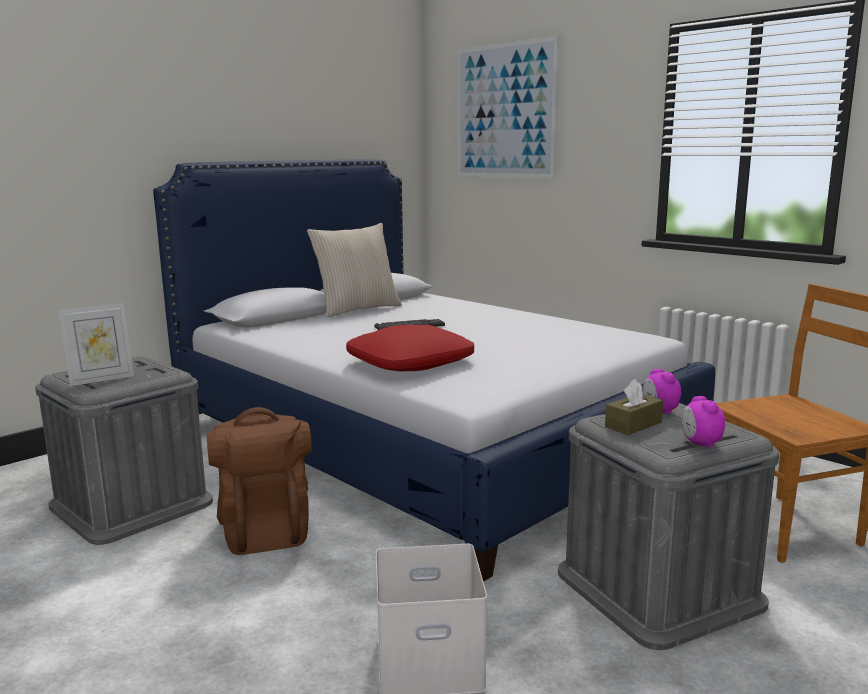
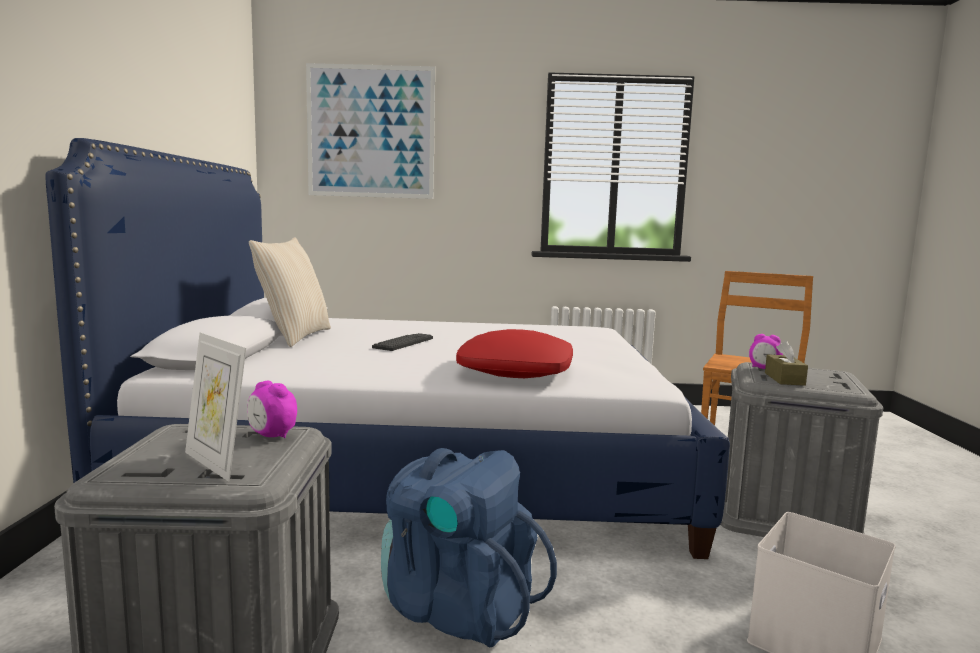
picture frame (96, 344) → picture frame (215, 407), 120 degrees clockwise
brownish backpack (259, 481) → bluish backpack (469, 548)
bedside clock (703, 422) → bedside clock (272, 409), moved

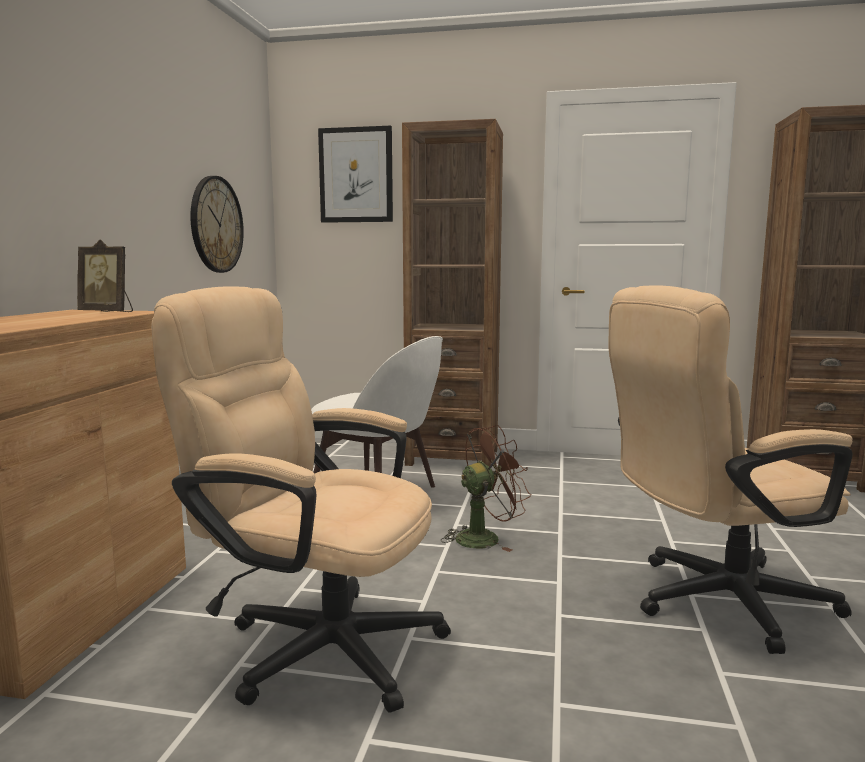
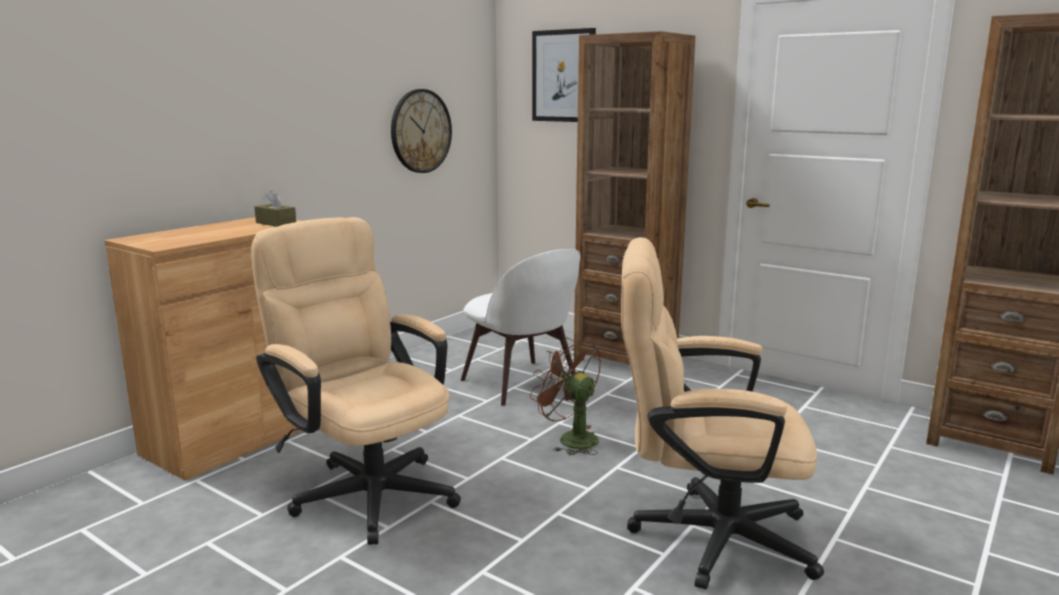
picture frame (105, 275) → brownish box of tissues (275, 208)
brownish cooling fan (486, 488) → brownish cooling fan (565, 396), 135 degrees counterclockwise

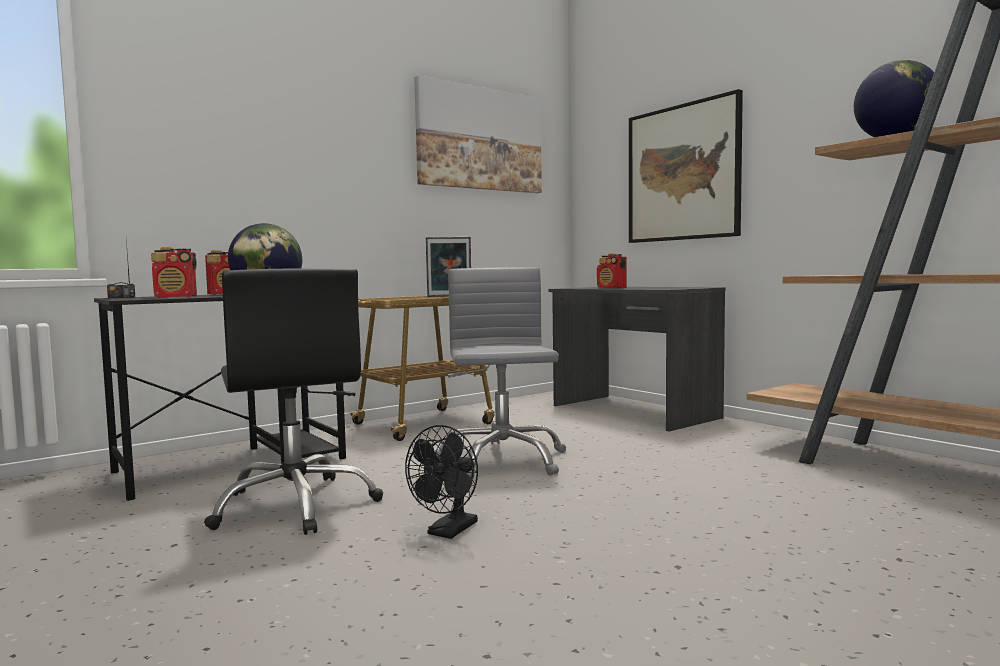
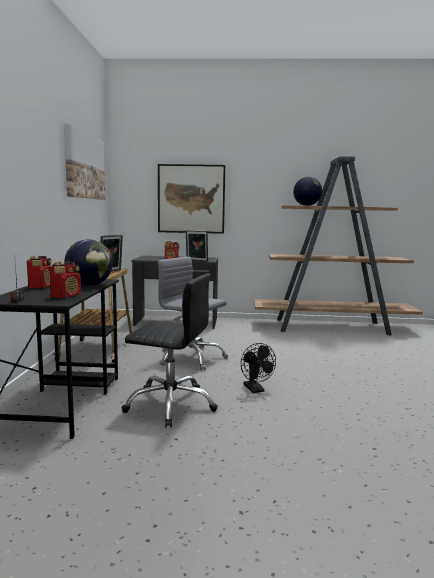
- → picture frame (197, 246)

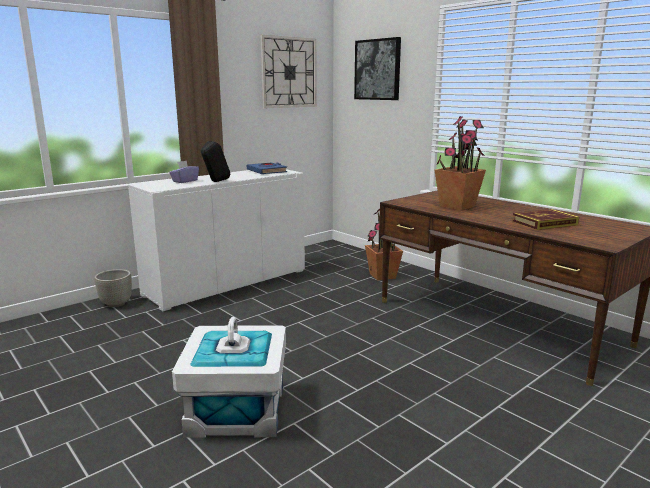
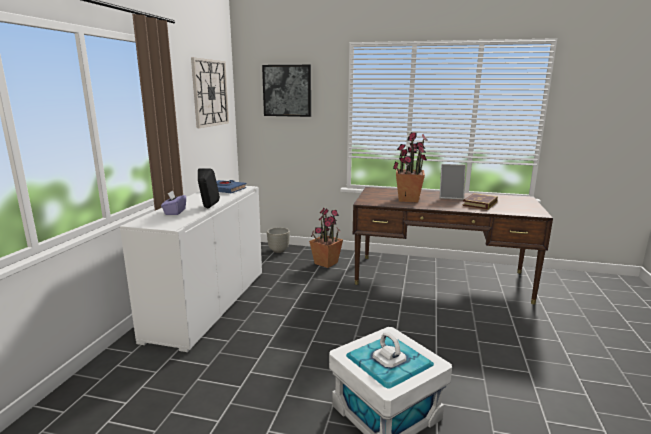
grey flower pot (113, 288) → grey flower pot (278, 240), moved
- → picture frame (453, 182)

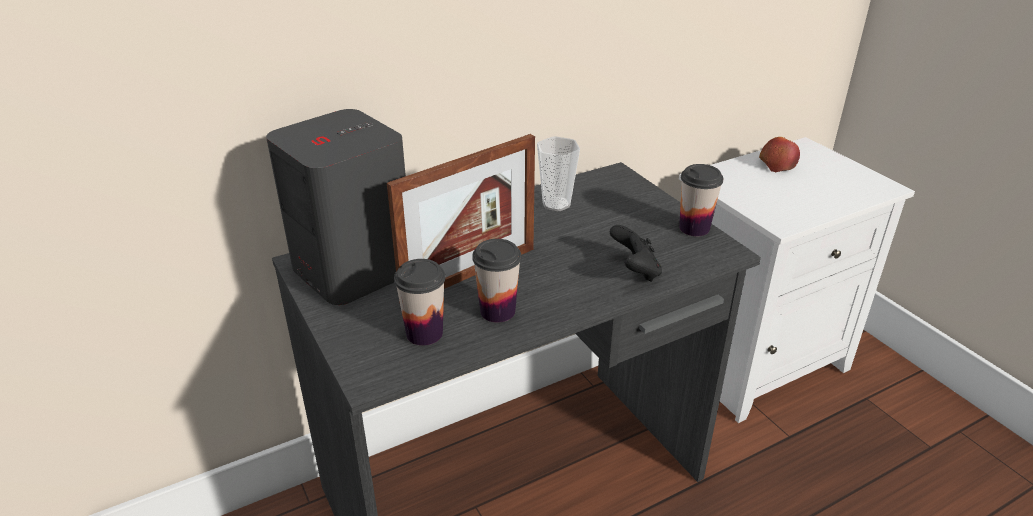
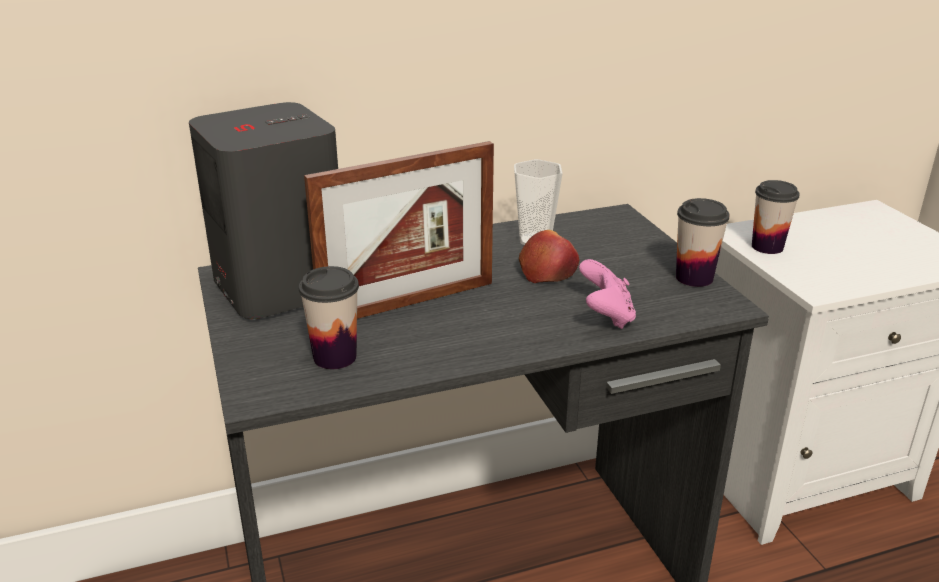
cup (496, 281) → cup (776, 217), moved
blackish game controller (636, 253) → pink-coloured game controller (607, 294)
apple (779, 154) → apple (549, 256), moved

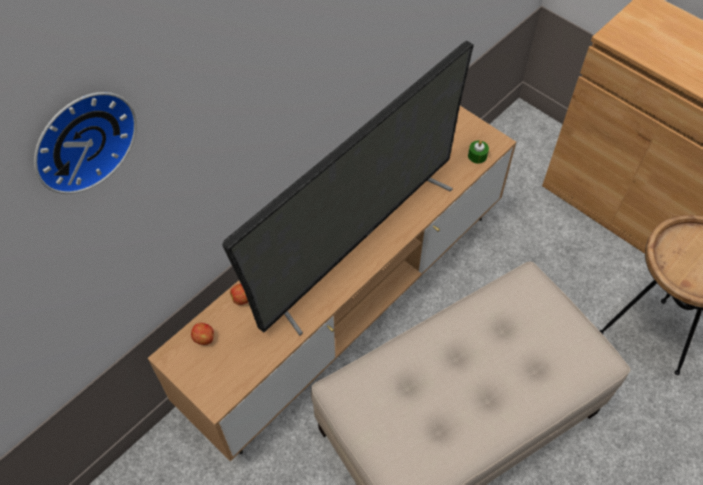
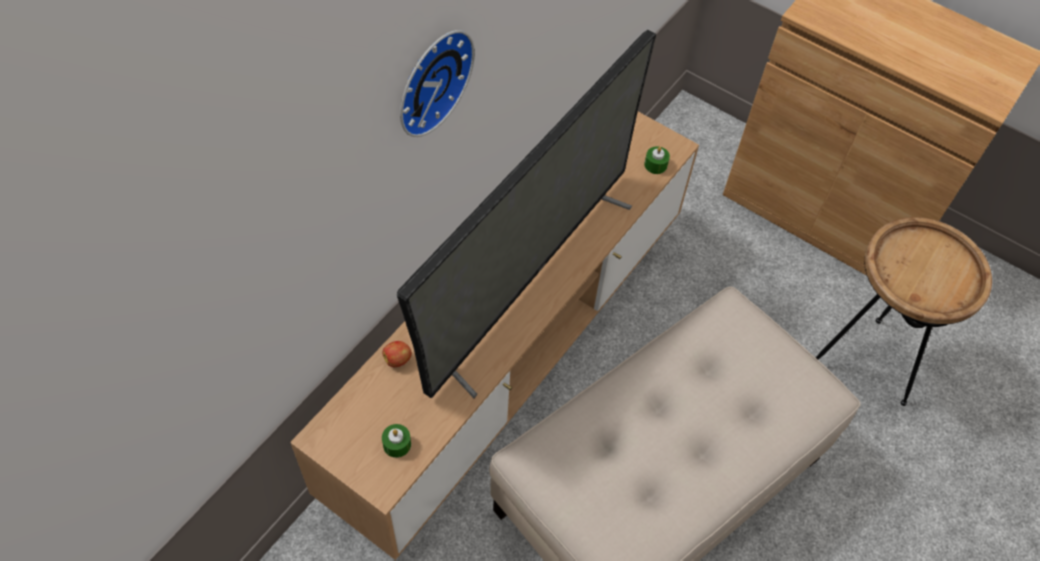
hanging clock (85, 143) → hanging clock (437, 83), moved
apple (202, 334) → -
- → green wax candle (396, 441)

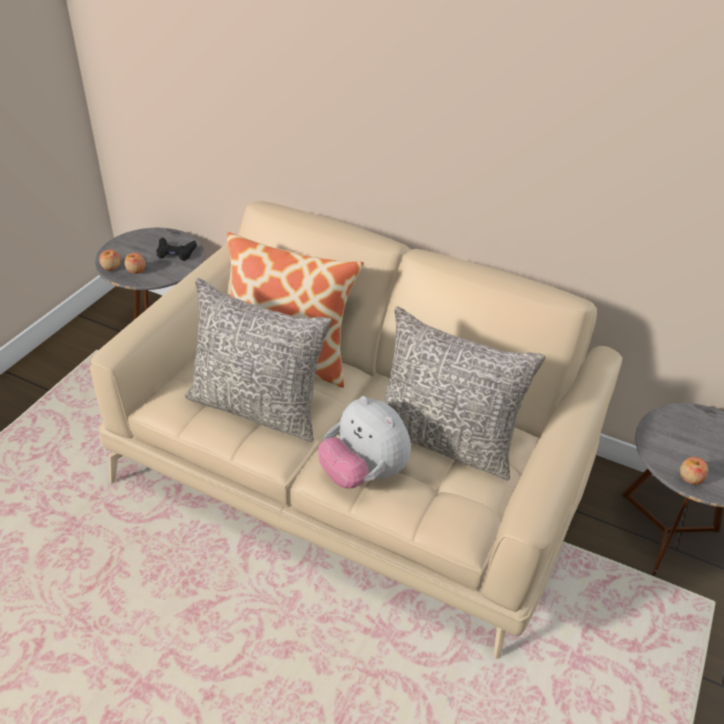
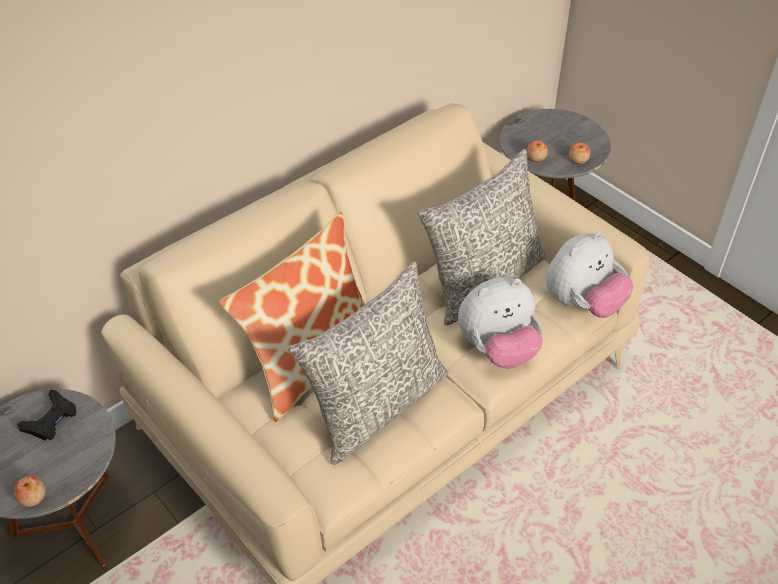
apple (135, 263) → apple (537, 151), moved
- → soft toy (590, 274)

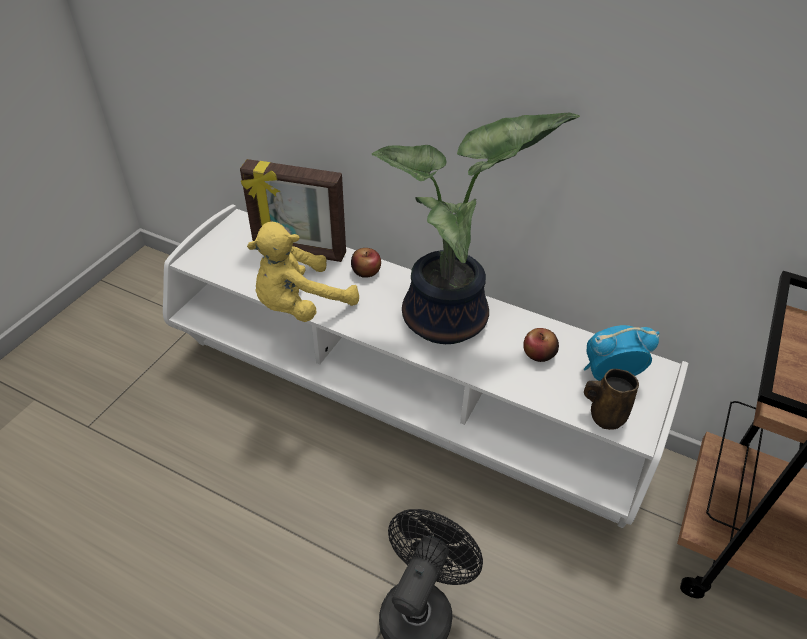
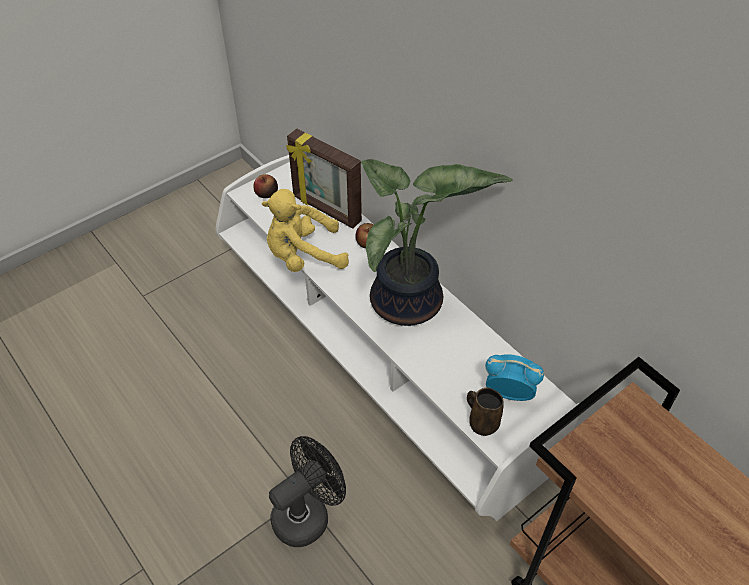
apple (541, 345) → apple (265, 186), moved

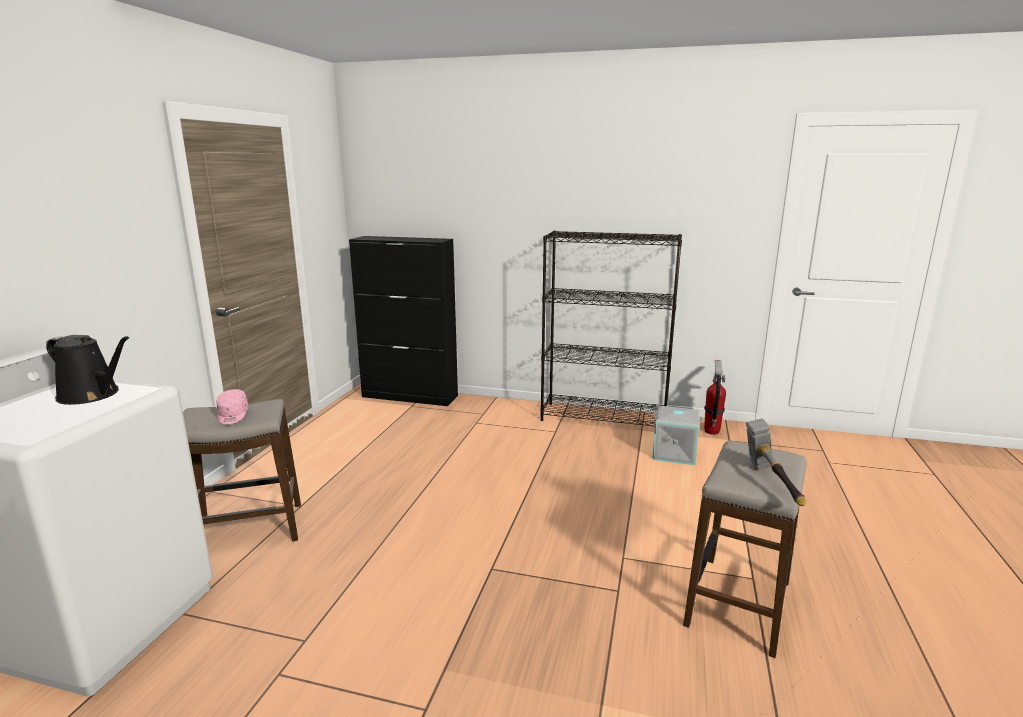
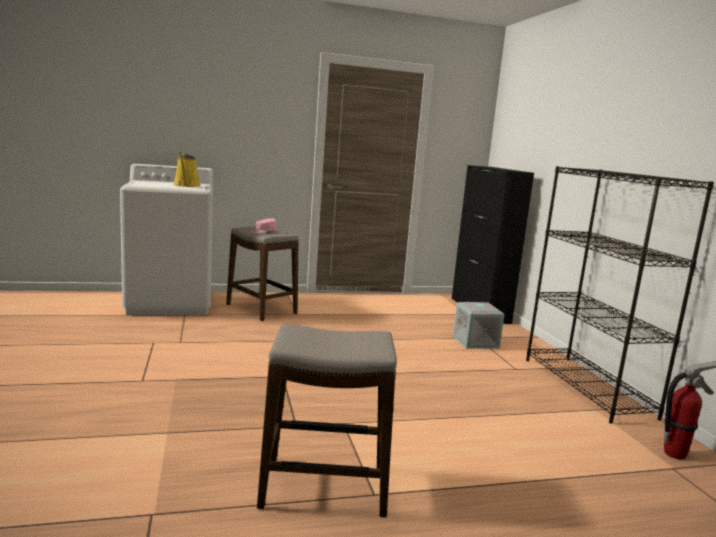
blackish watering pot (87, 370) → yellowish watering pot (187, 169)
grey storage box (677, 435) → grey storage box (478, 325), moved
hammer (776, 462) → -

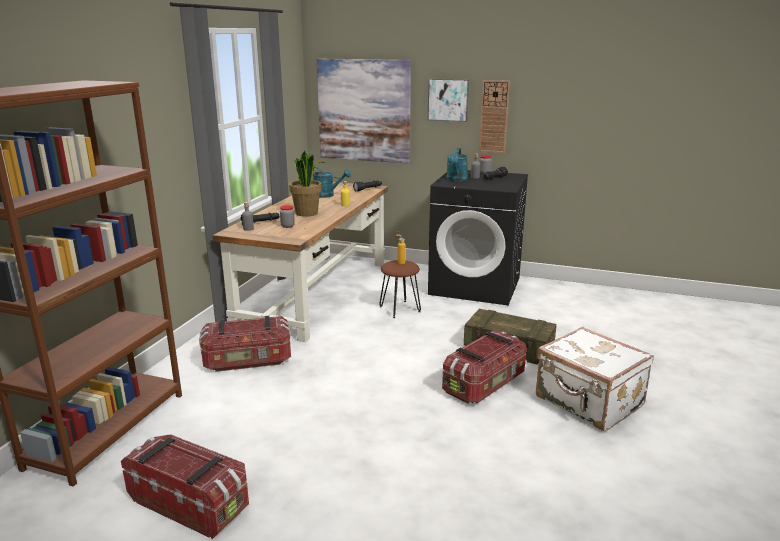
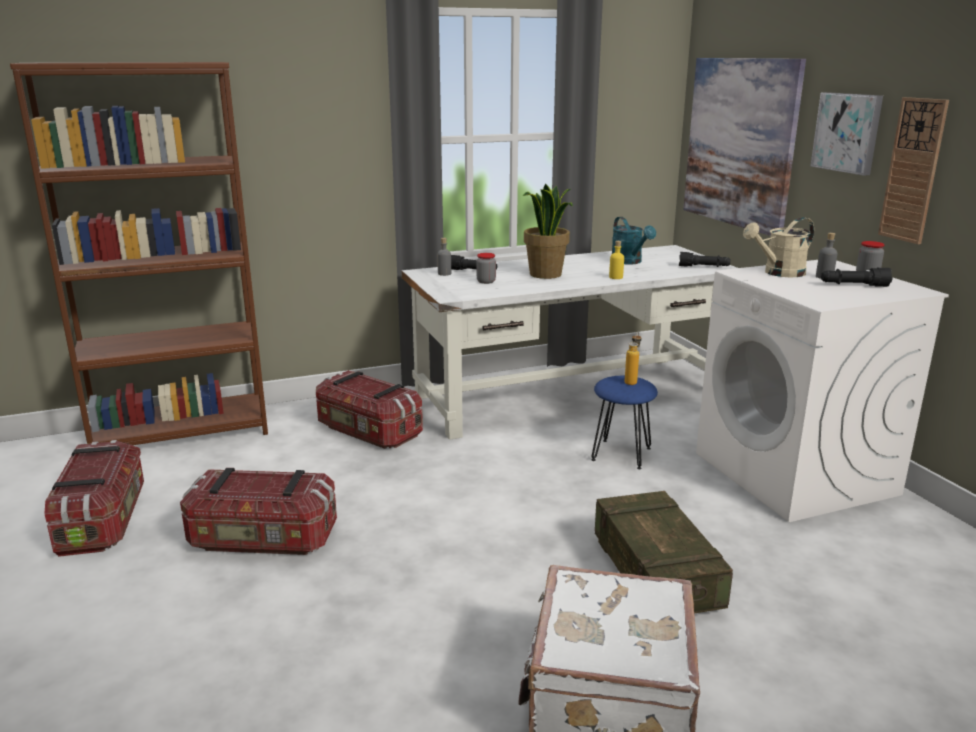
brownish desk (300, 262) → white desk (569, 342)
brownish stool (400, 289) → bluish stool (625, 422)
blackish laundry appliance (478, 237) → white laundry appliance (822, 391)
storage box (484, 366) → storage box (258, 511), moved
turquoise watering pot (457, 165) → sand-coloured watering pot (778, 247)

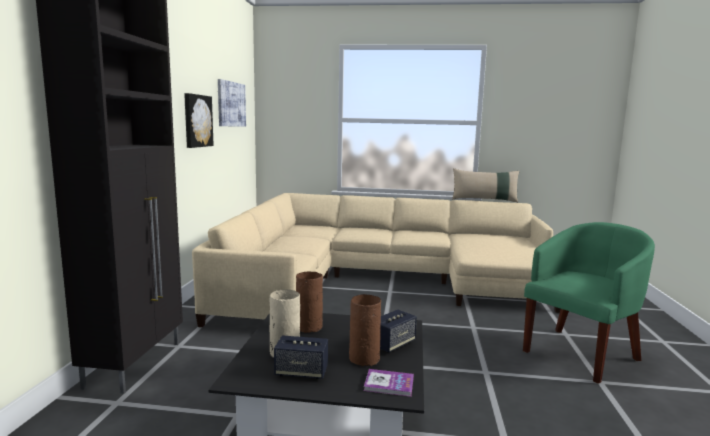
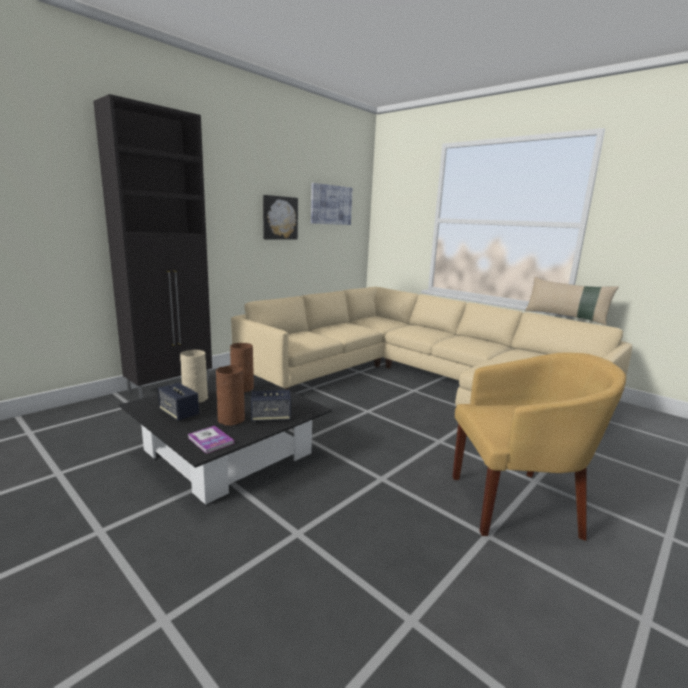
green easy chair (589, 303) → yellowish easy chair (539, 447)

